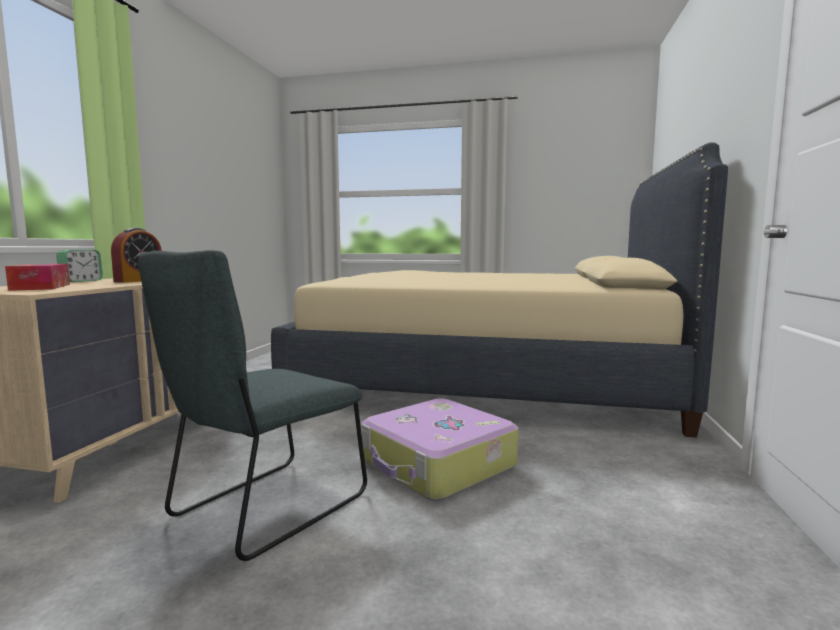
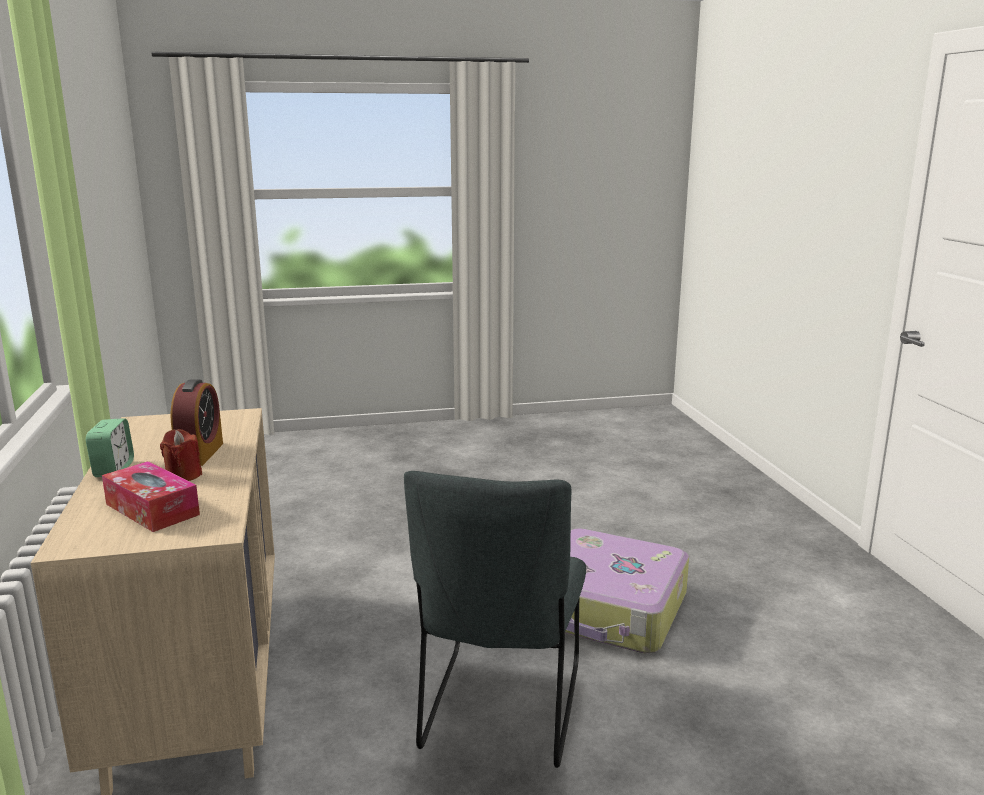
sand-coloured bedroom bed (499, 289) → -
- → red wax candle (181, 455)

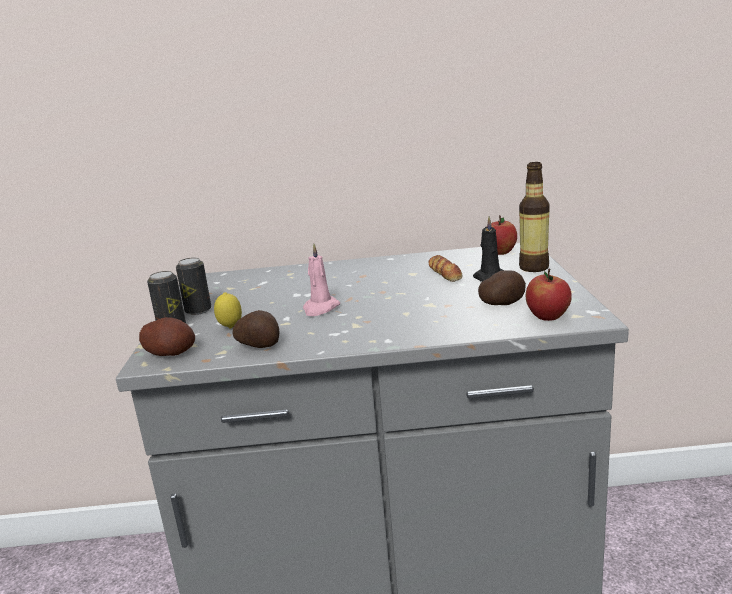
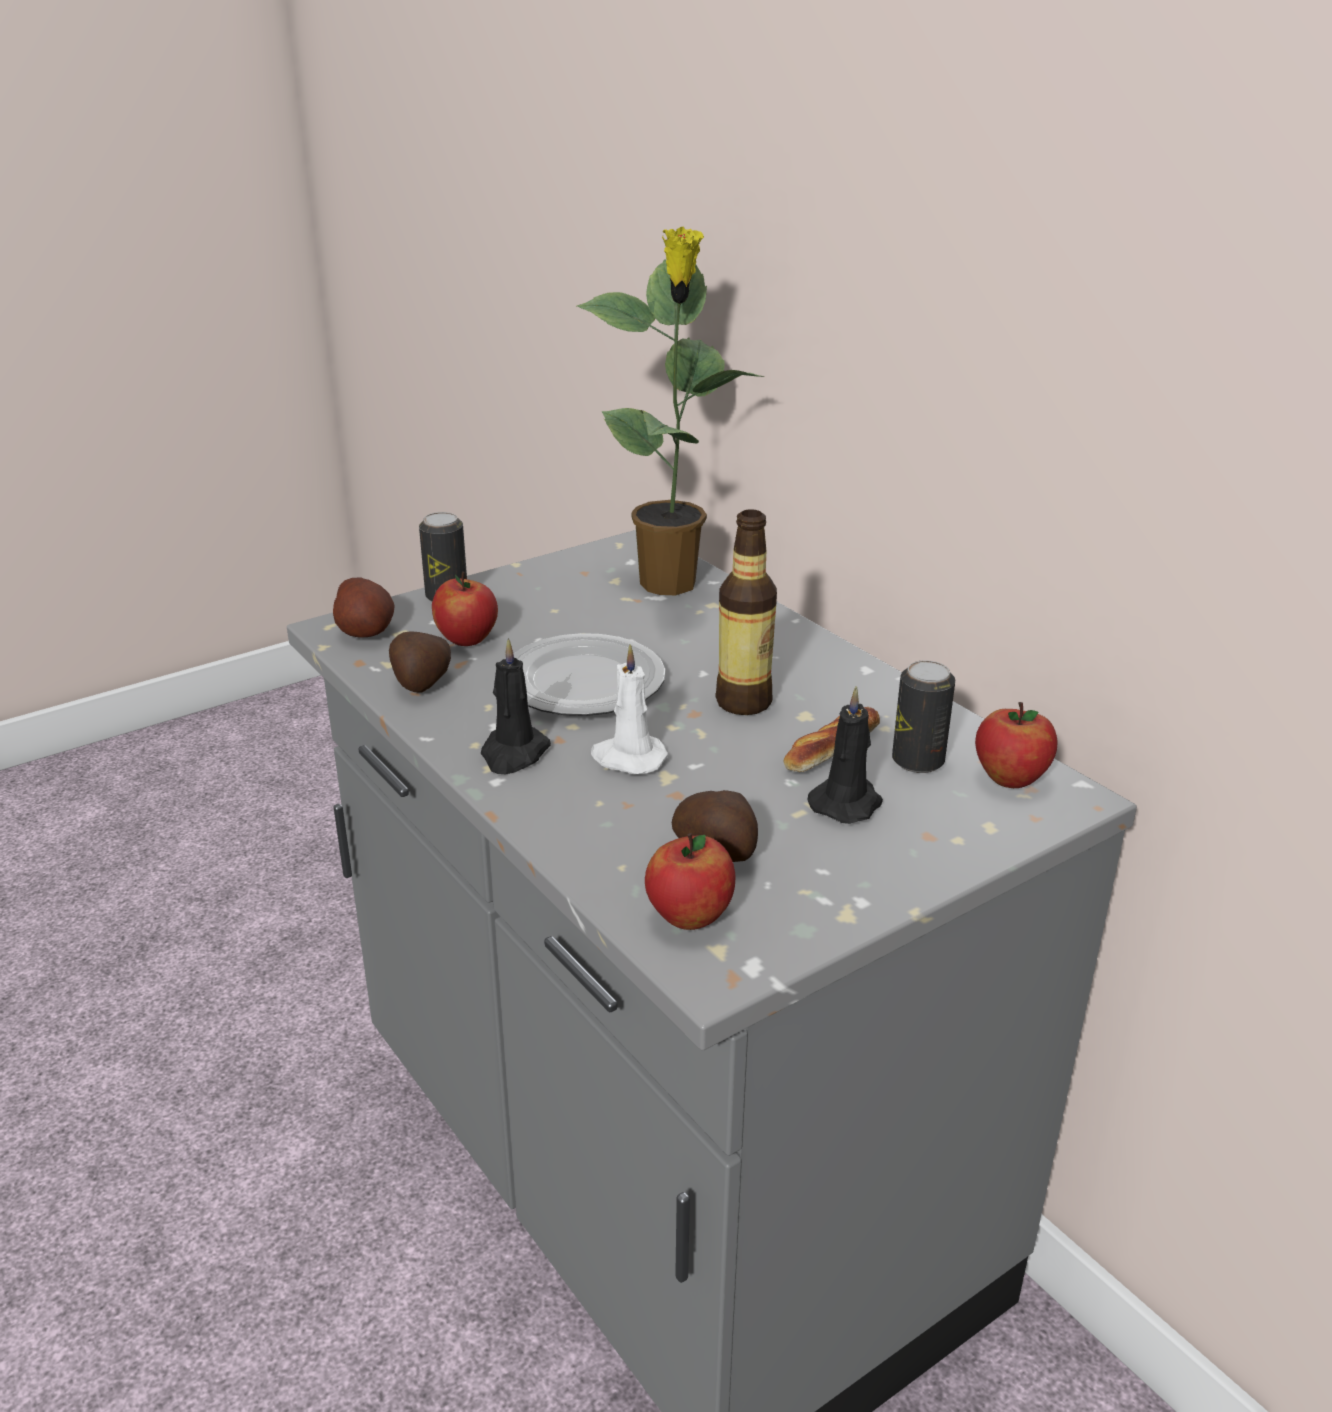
can (193, 286) → can (923, 716), moved
whole lemon (228, 310) → apple (465, 609)
pink-coloured wax candle (321, 279) → flat dish (589, 674)
beverage bottle (534, 217) → beverage bottle (746, 612), moved
- → blackish wax candle (516, 706)
- → plant in a pot (670, 411)
- → white wax candle (629, 709)

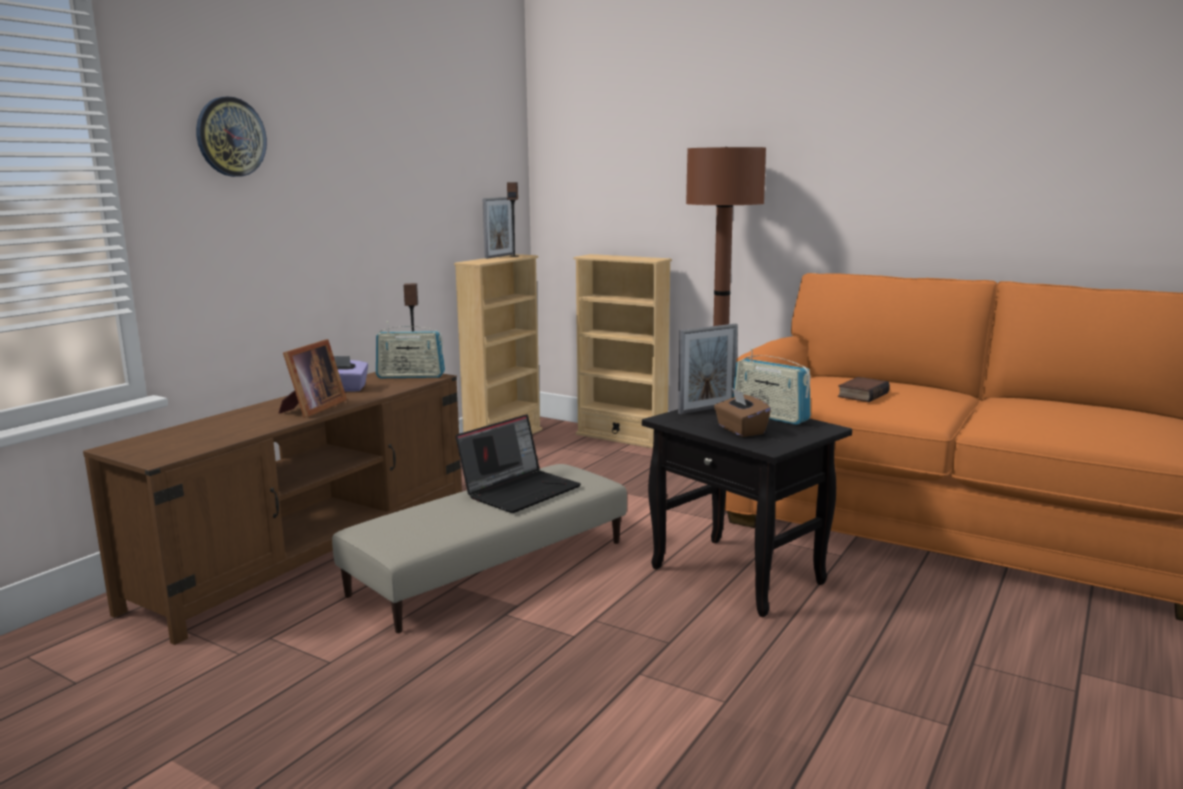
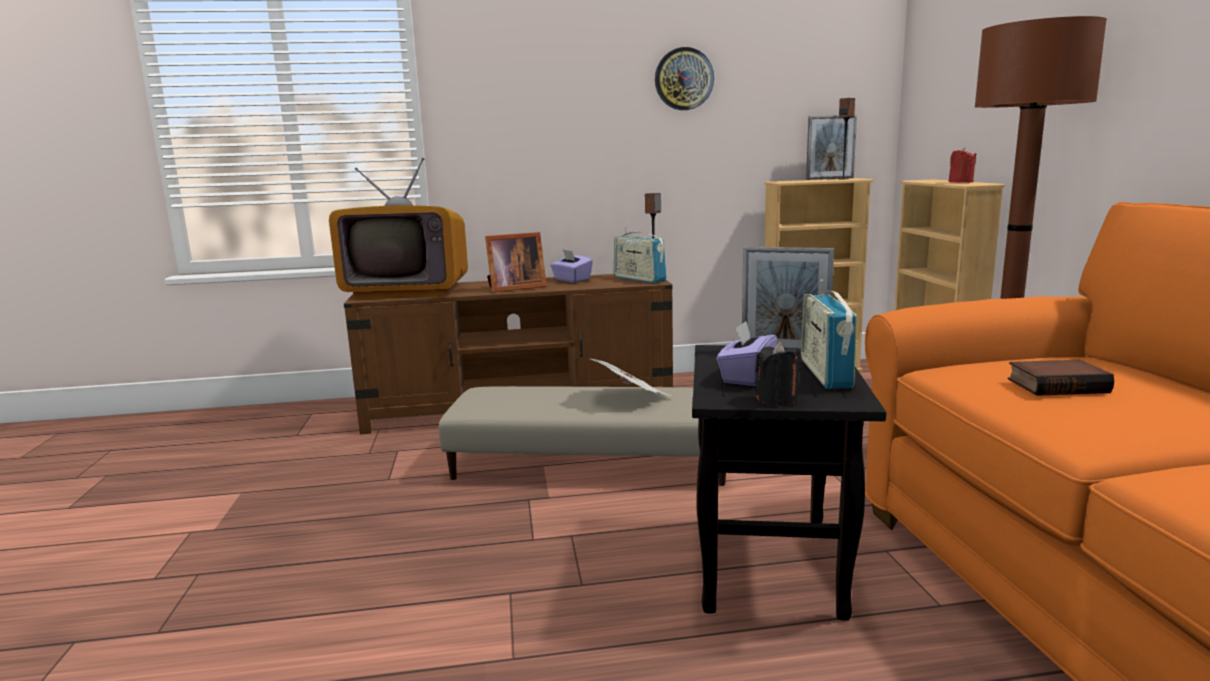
hanging clock (231, 137) → hanging clock (684, 78), moved
notebook computer (518, 463) → printed paper (631, 377)
brownish box of tissues (742, 412) → purple box of tissues (747, 353)
- → television (398, 228)
- → blackish wax candle (778, 374)
- → red wax candle (962, 165)

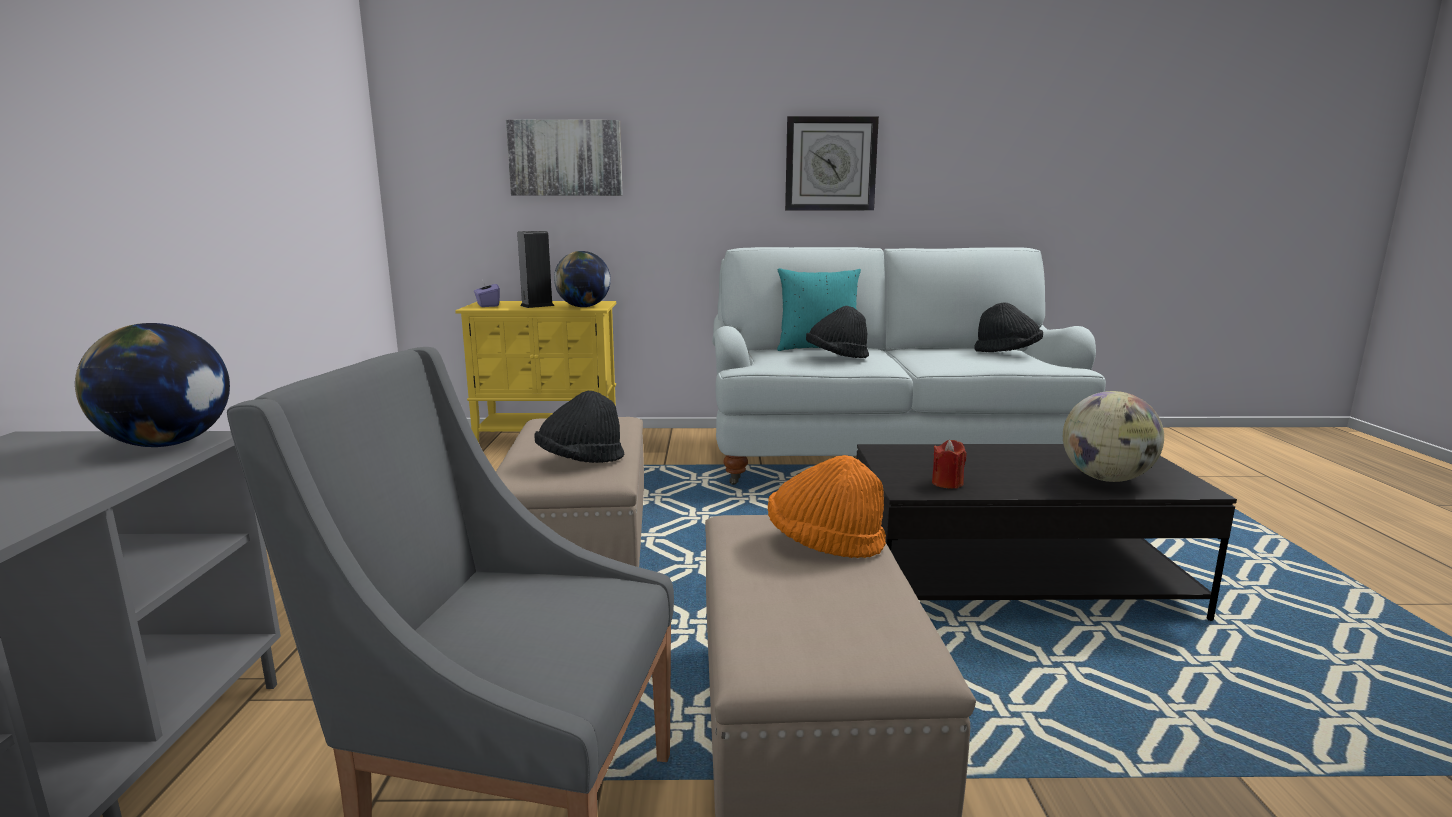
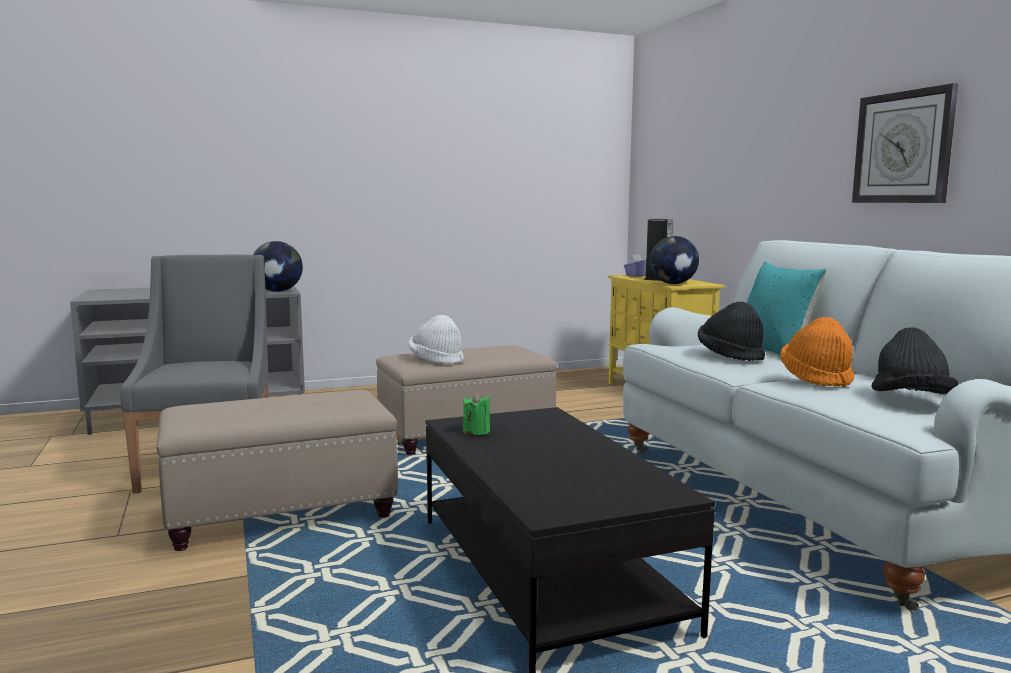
picture (564, 158) → -
blackish hat (579, 427) → white hat (436, 339)
orangey hat (827, 506) → orangey hat (817, 352), moved
red wax candle (949, 464) → green wax candle (476, 414)
desk globe (1113, 436) → -

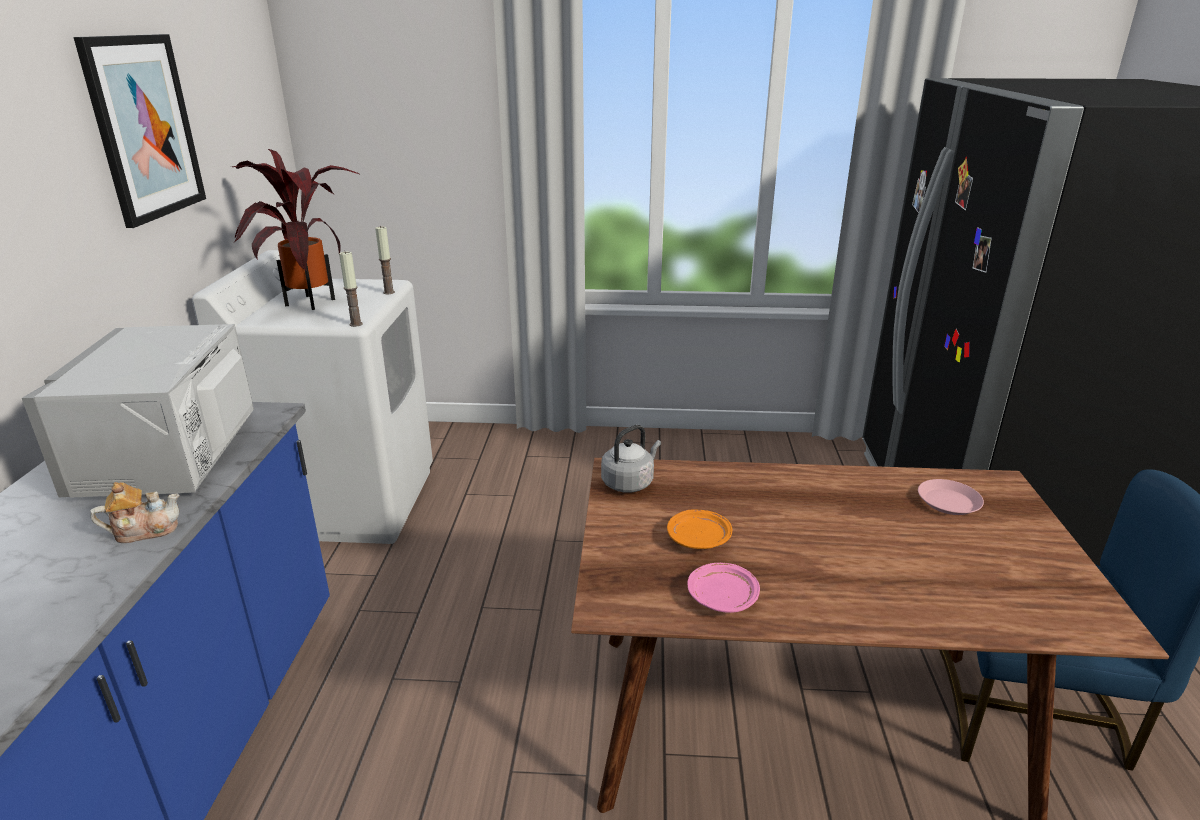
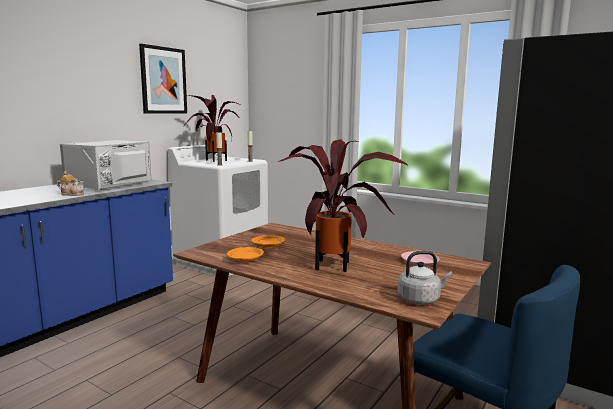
grey tea kettle (631, 459) → grey tea kettle (425, 278), moved
pink-coloured flat dish (724, 588) → orangey flat dish (245, 254)
- → plant in a pot (342, 206)

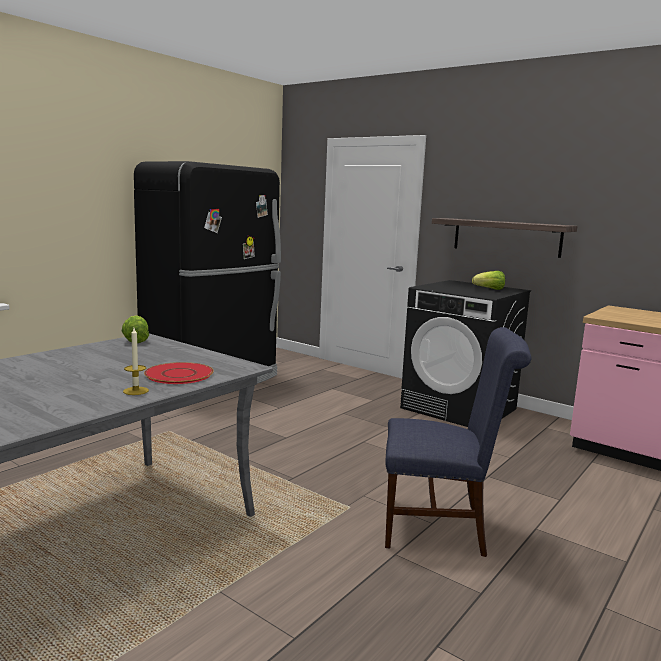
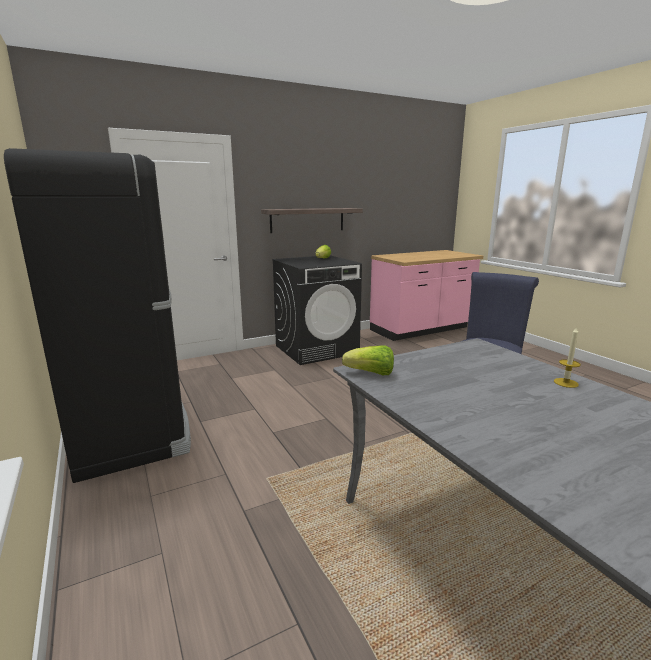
red flat dish (179, 373) → -

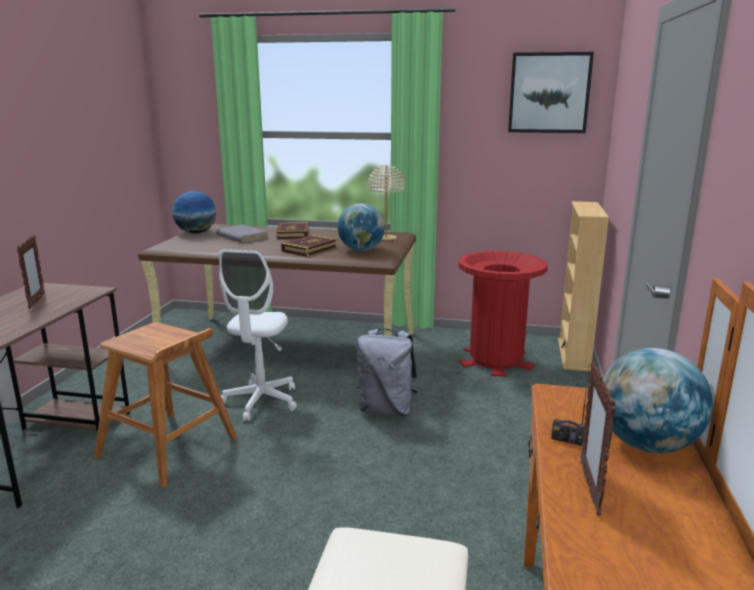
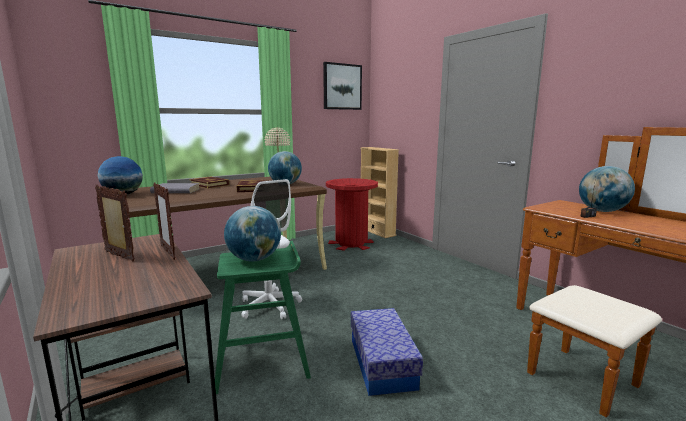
brownish stool (165, 404) → green stool (263, 317)
grey backpack (387, 373) → -
picture frame (597, 438) → picture frame (164, 221), moved
- → desk globe (252, 233)
- → storage box (387, 352)

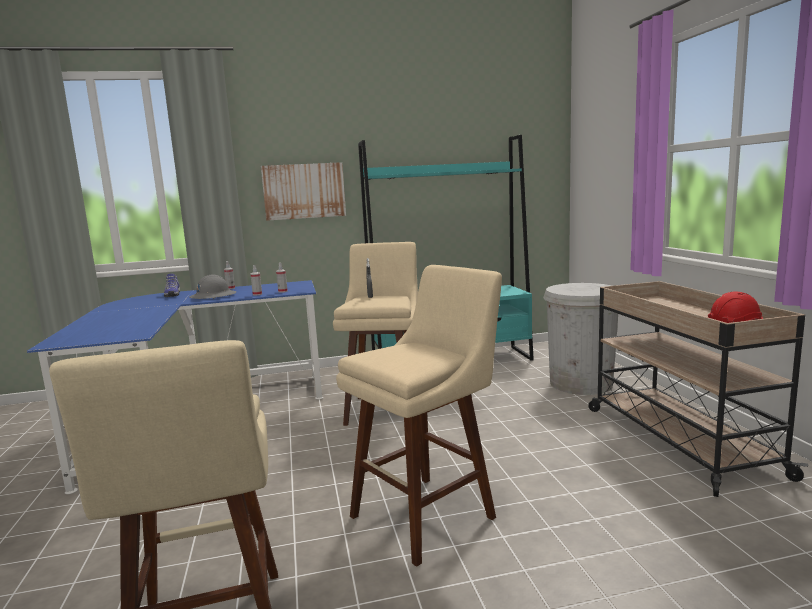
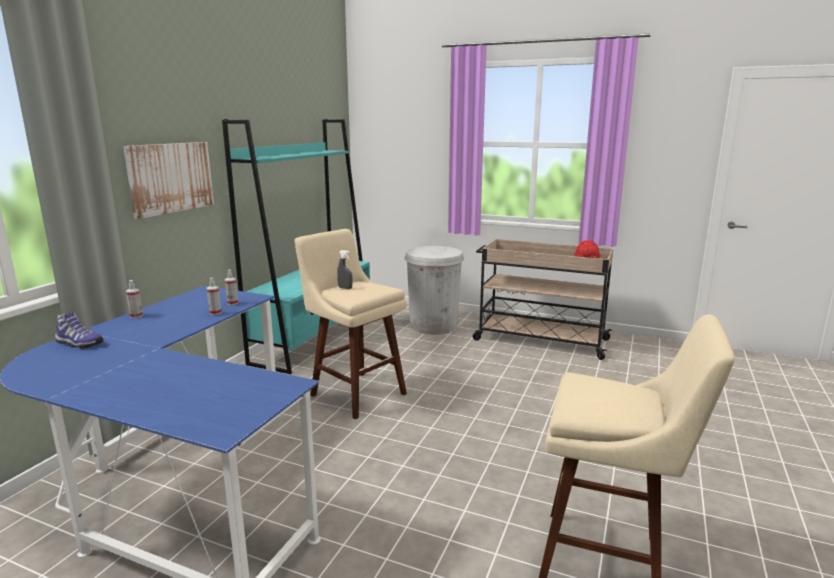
grey work helmet (213, 287) → -
sand-coloured stool (419, 416) → -

